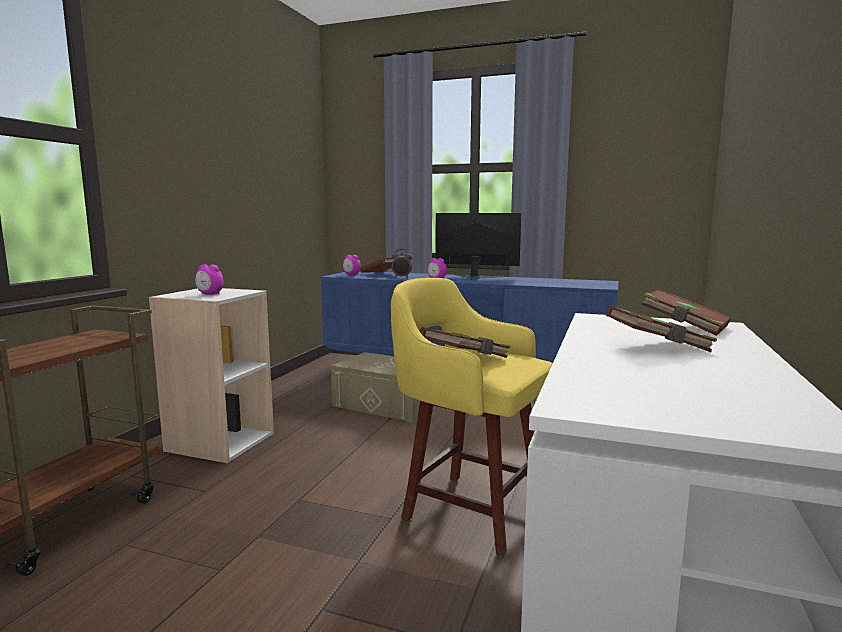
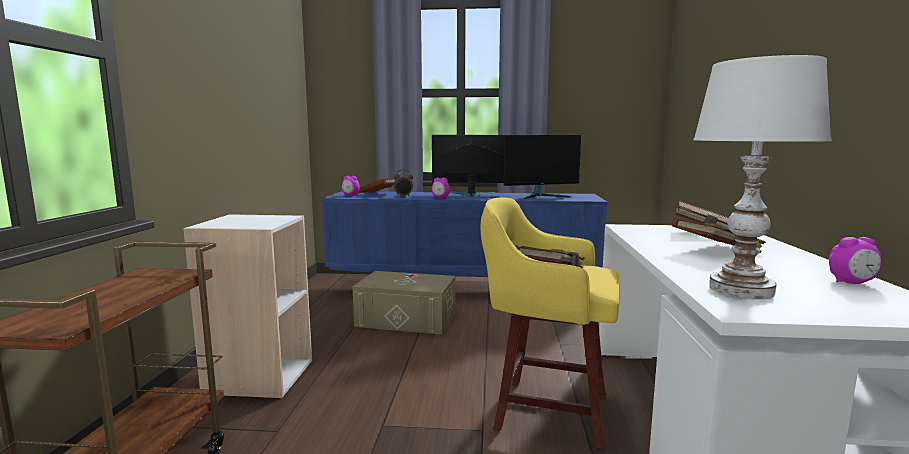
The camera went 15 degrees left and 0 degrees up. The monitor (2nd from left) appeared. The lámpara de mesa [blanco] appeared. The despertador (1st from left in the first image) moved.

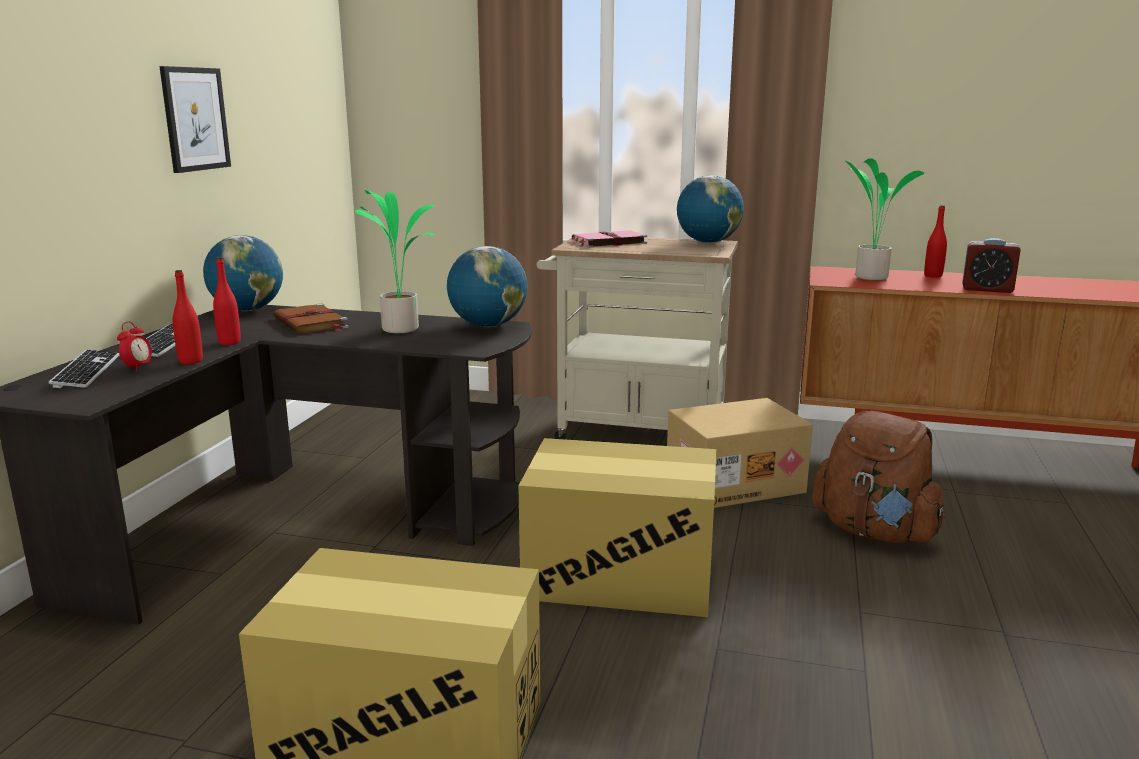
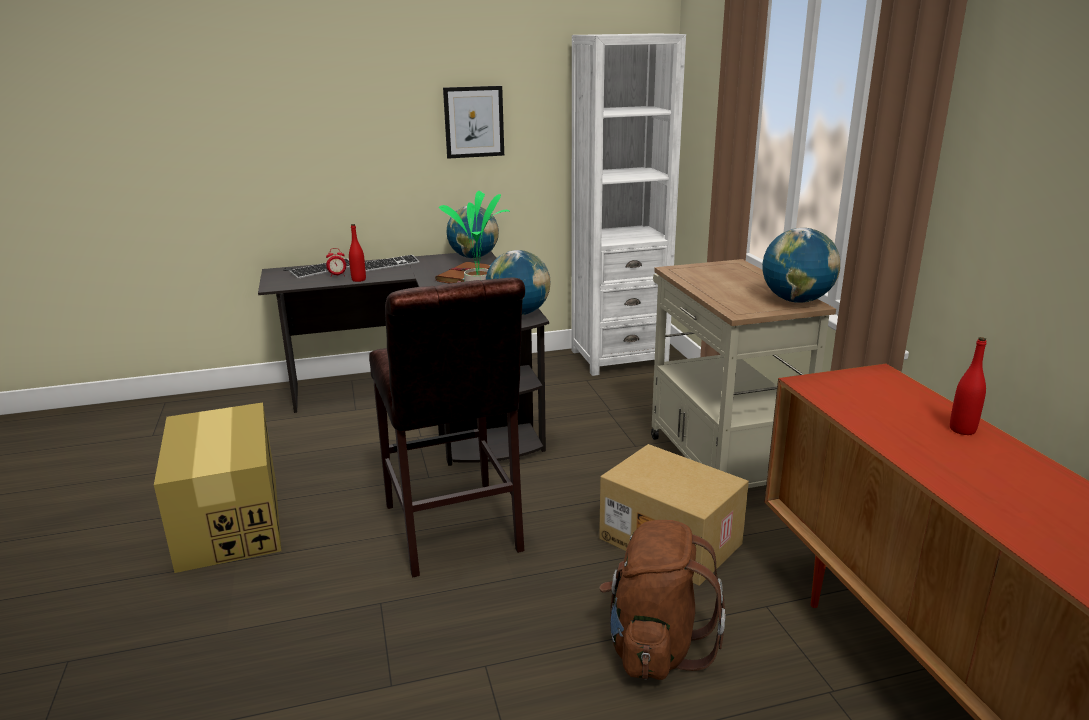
The camera went 60 degrees right and 5 degrees up. The caja de cartón (2nd from left) was replaced by the taburete [marrón]. The estantería [blanco] appeared. The botella [rojo] (2nd from left) disappeared. The libro [rosa] disappeared. The planta en maceta (2nd from left) disappeared. The despertador (2nd from left) disappeared.

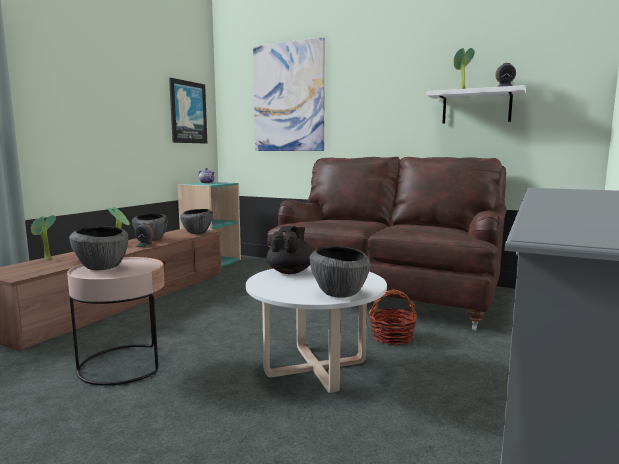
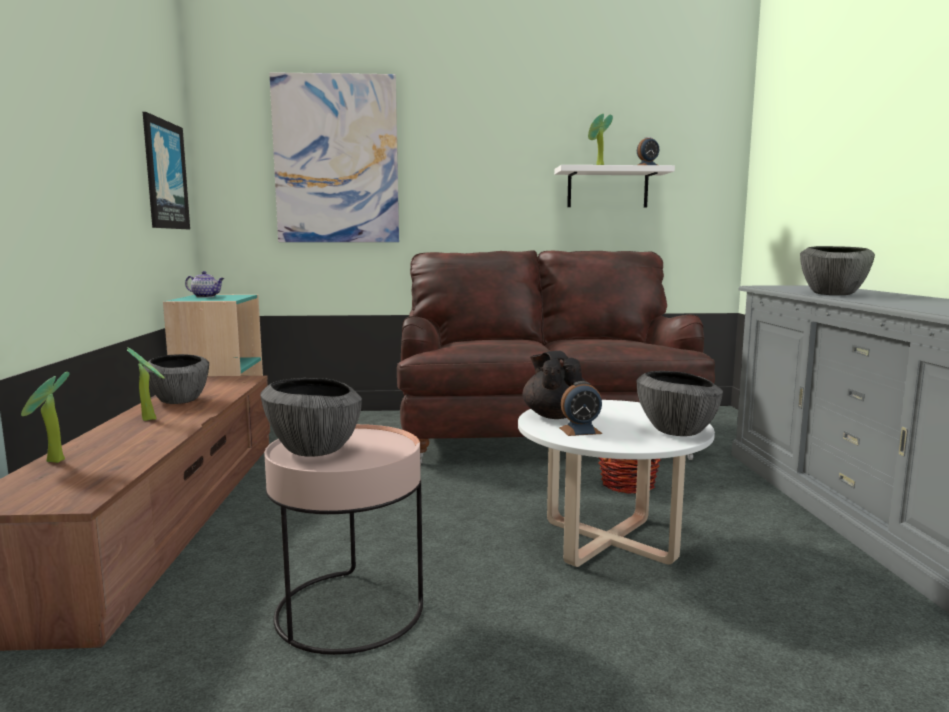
The camera went 30 degrees left and 0 degrees up. The despertador (1st from left) moved. The cuenco (3rd from left in the first image) moved.

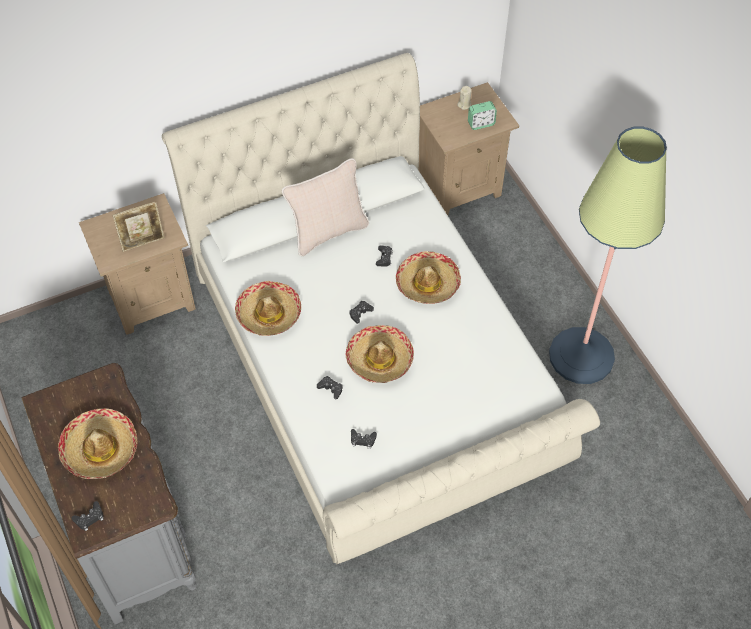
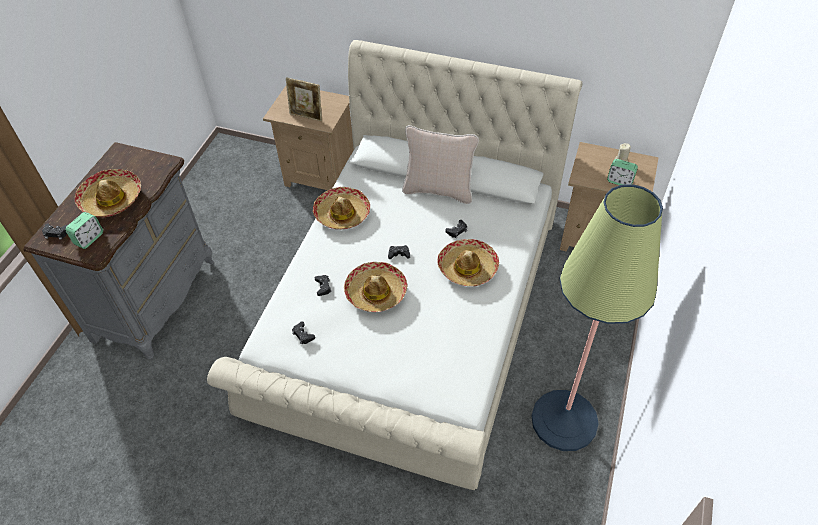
The camera went 45 degrees right and 5 degrees down. The despertador (1st from left) appeared.

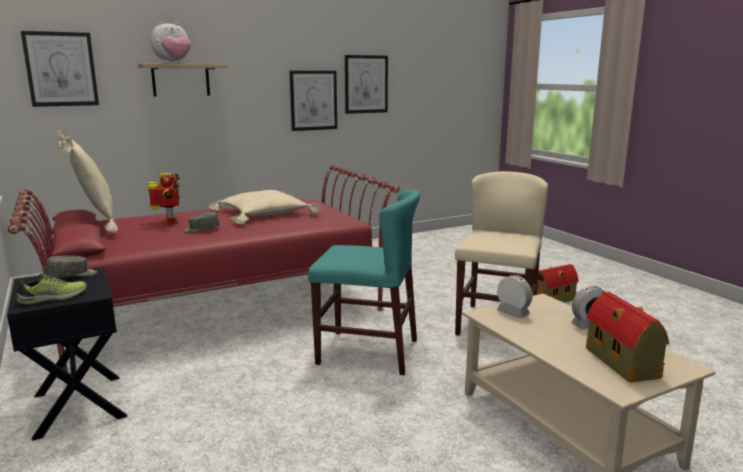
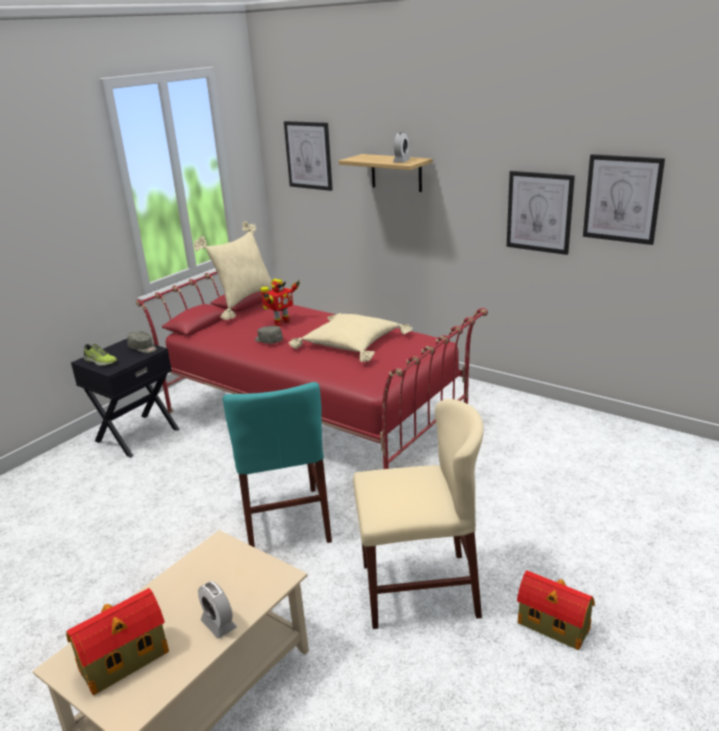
The camera went 65 degrees right and 10 degrees up. The despertador (1st from left in the first image) moved. The peluche disappeared.

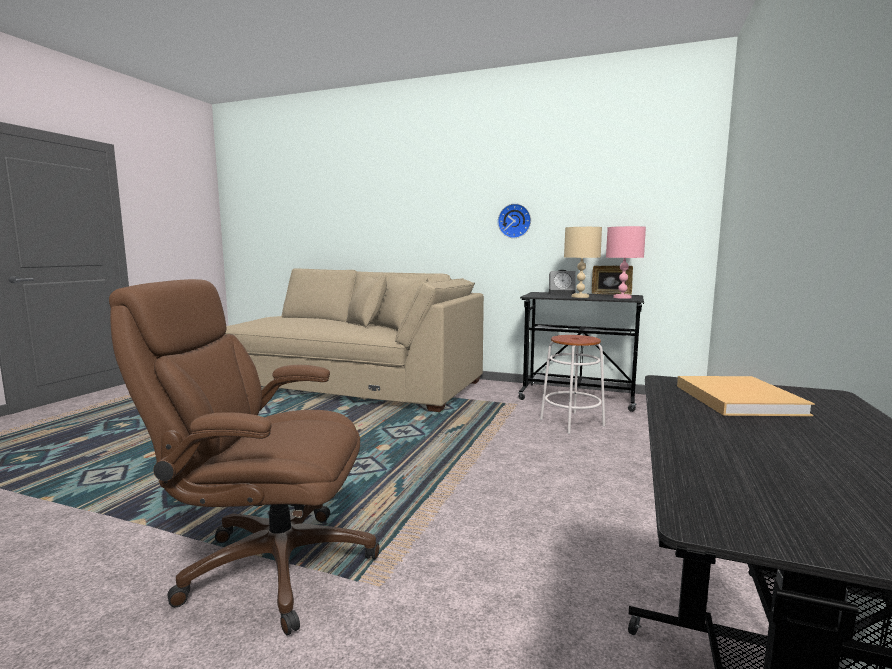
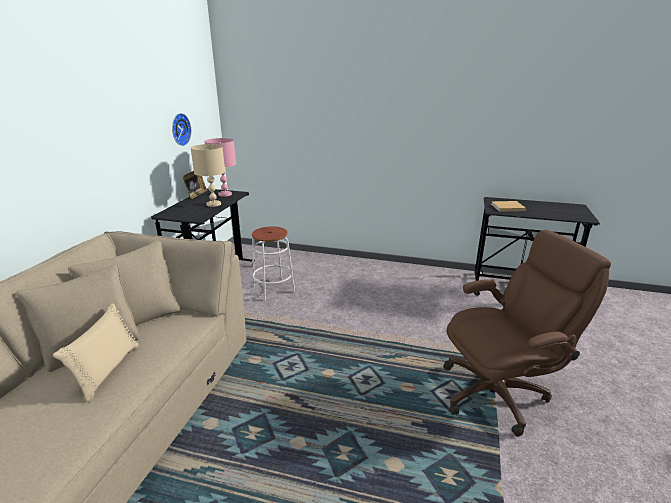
The camera went 95 degrees left and 15 degrees up. The cojín [beis] appeared. The reloj de pared moved. The silla de oficina [marrón] turned 105 degrees counterclockwise. The despertador disappeared.

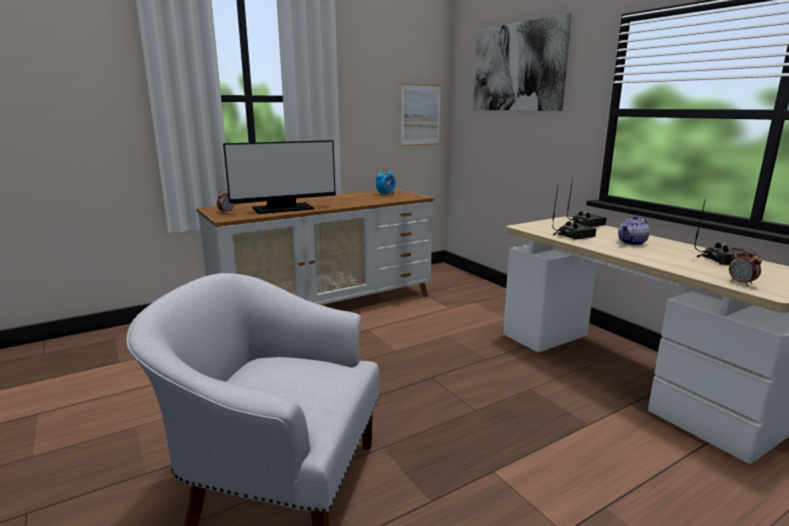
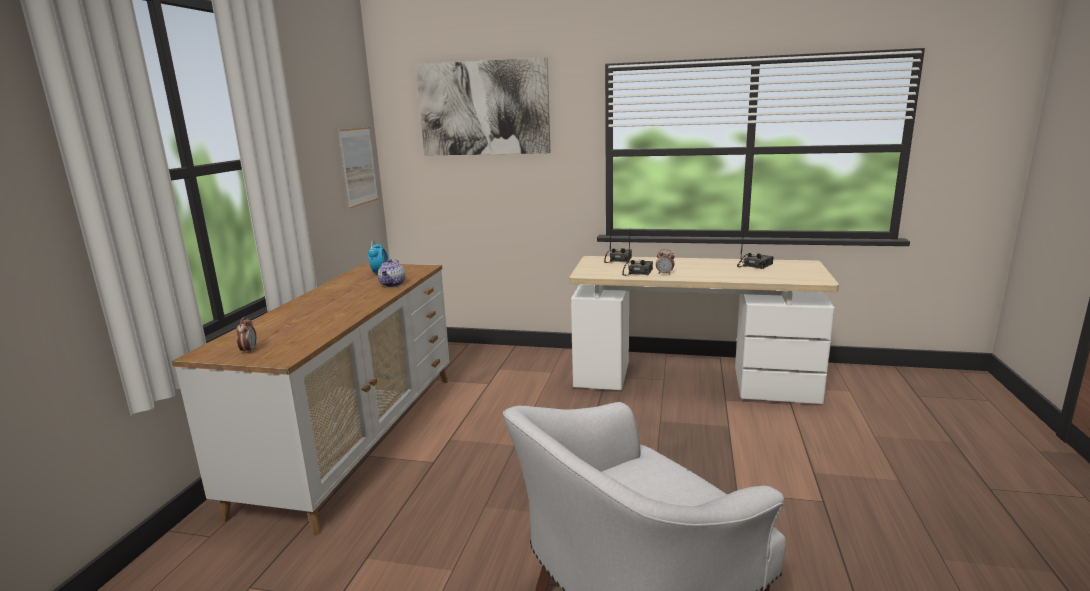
The camera went 45 degrees left and 0 degrees up. The tetera moved. The despertador (3rd from left) moved. The monitor disappeared.

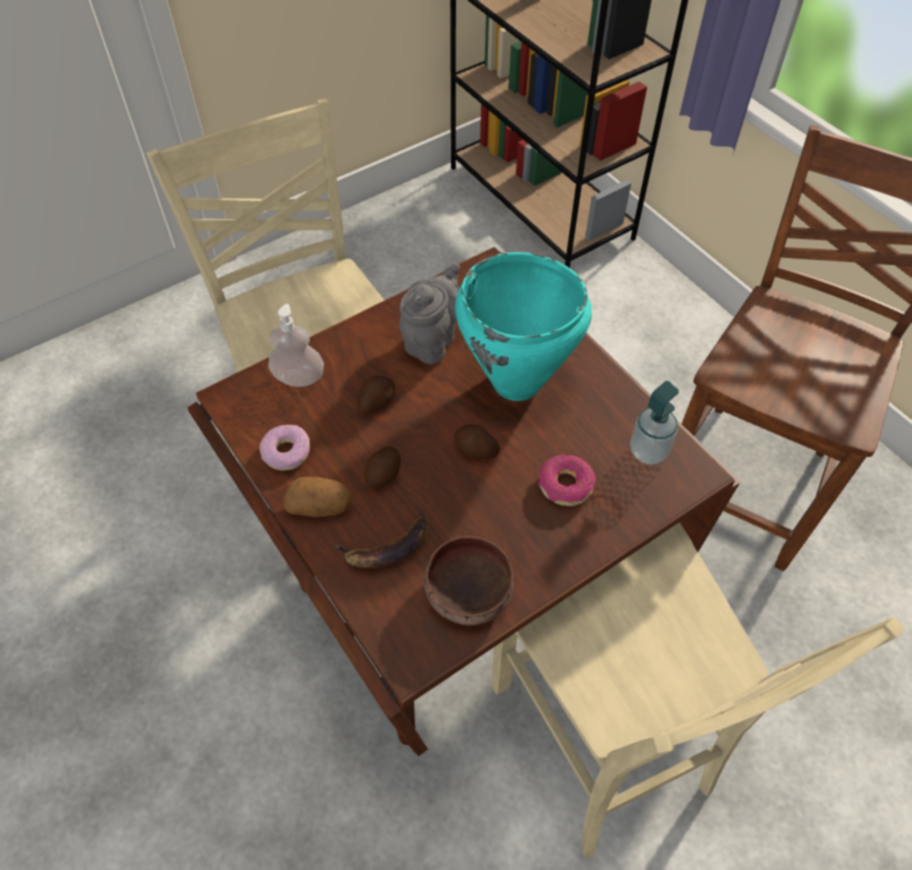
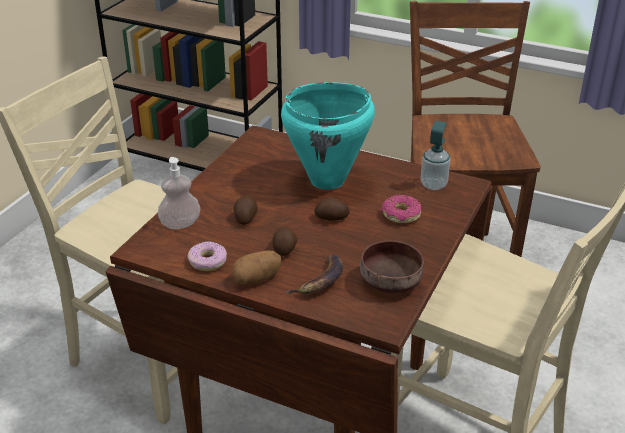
The camera went 30 degrees left and 20 degrees down. The tetera [gris] disappeared.

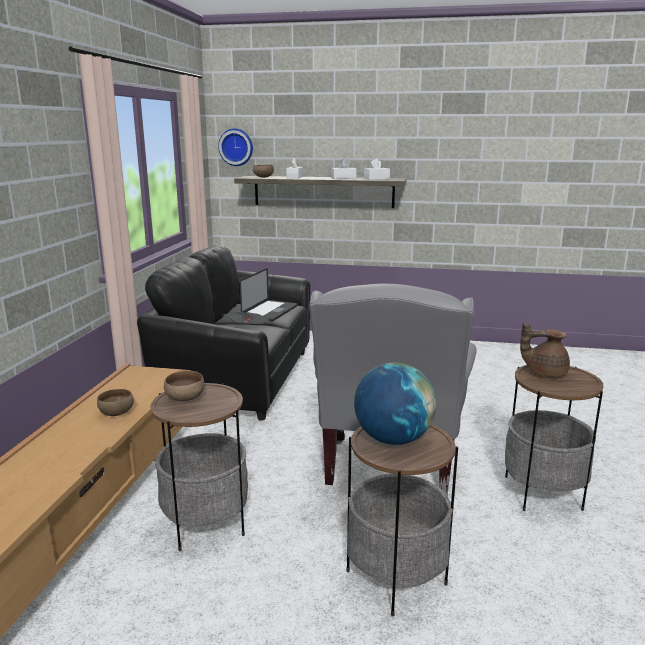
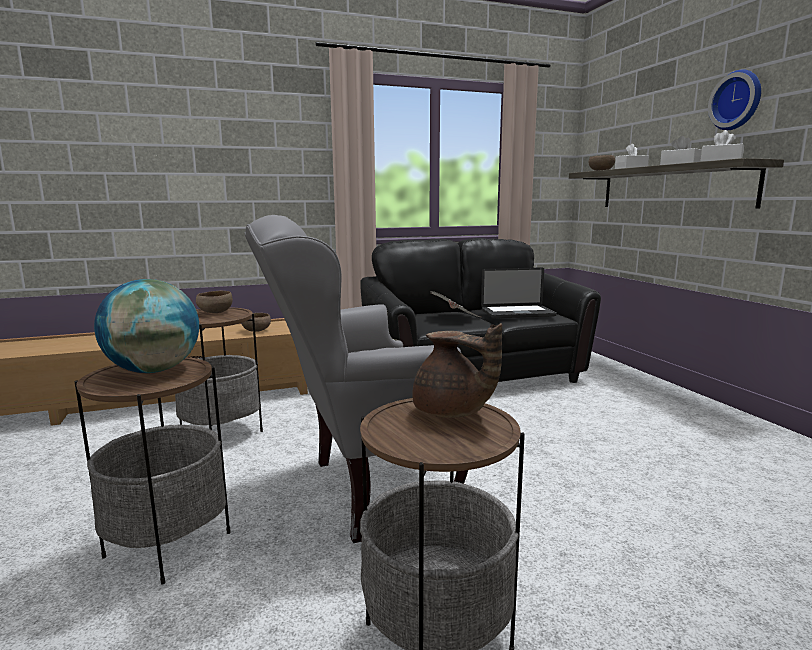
The camera went 60 degrees right and 5 degrees down. The tetera [marrón] turned 150 degrees clockwise. The reloj de pared moved.

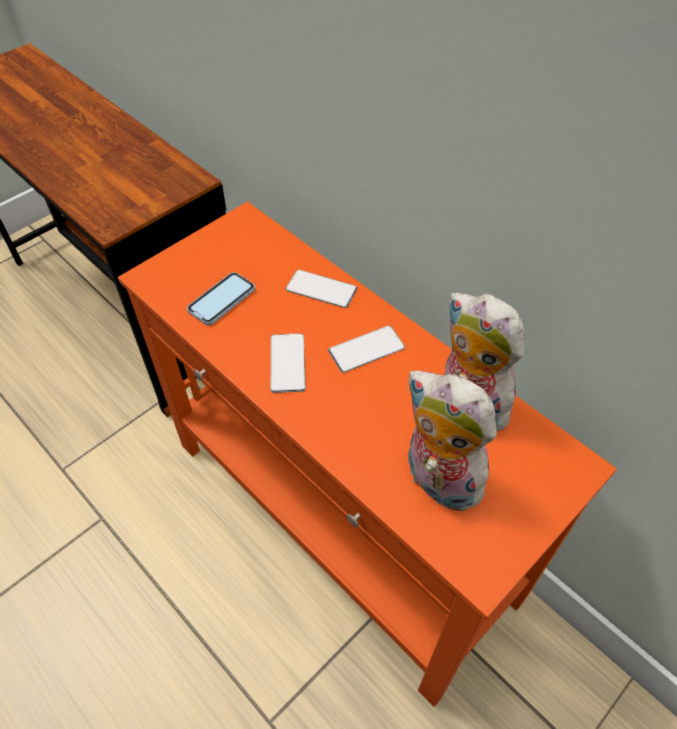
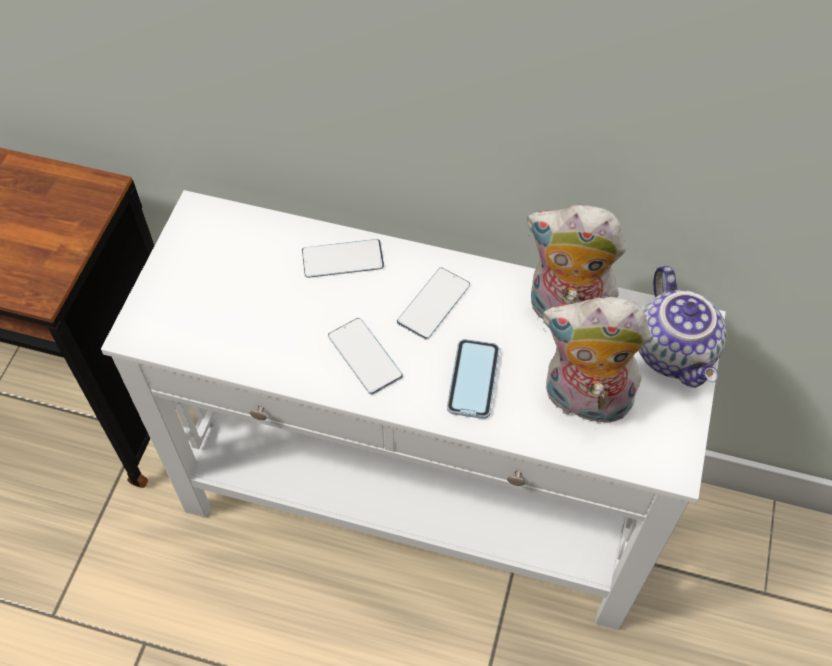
The camera went 30 degrees left and 5 degrees up. The mesa consola [naranja] became the mesa consola [blanco]. The móvil (1st from left in the first image) moved. The tetera appeared.

